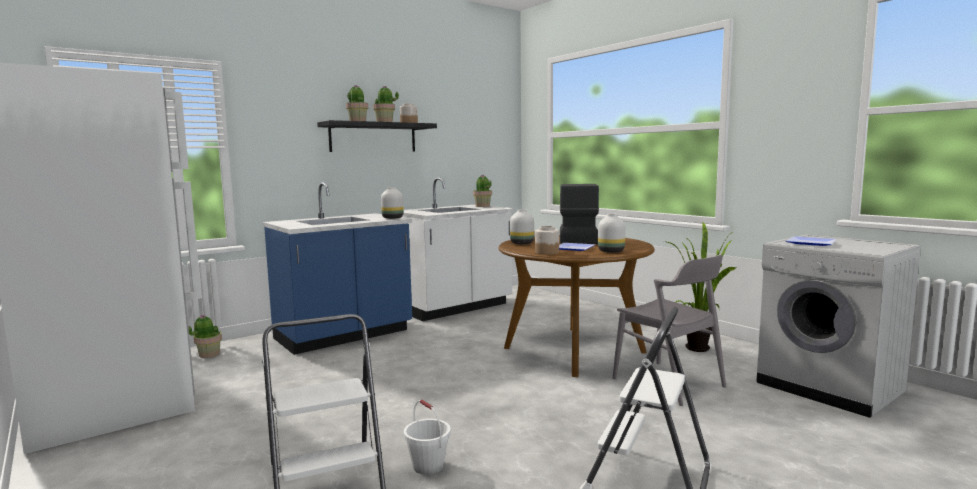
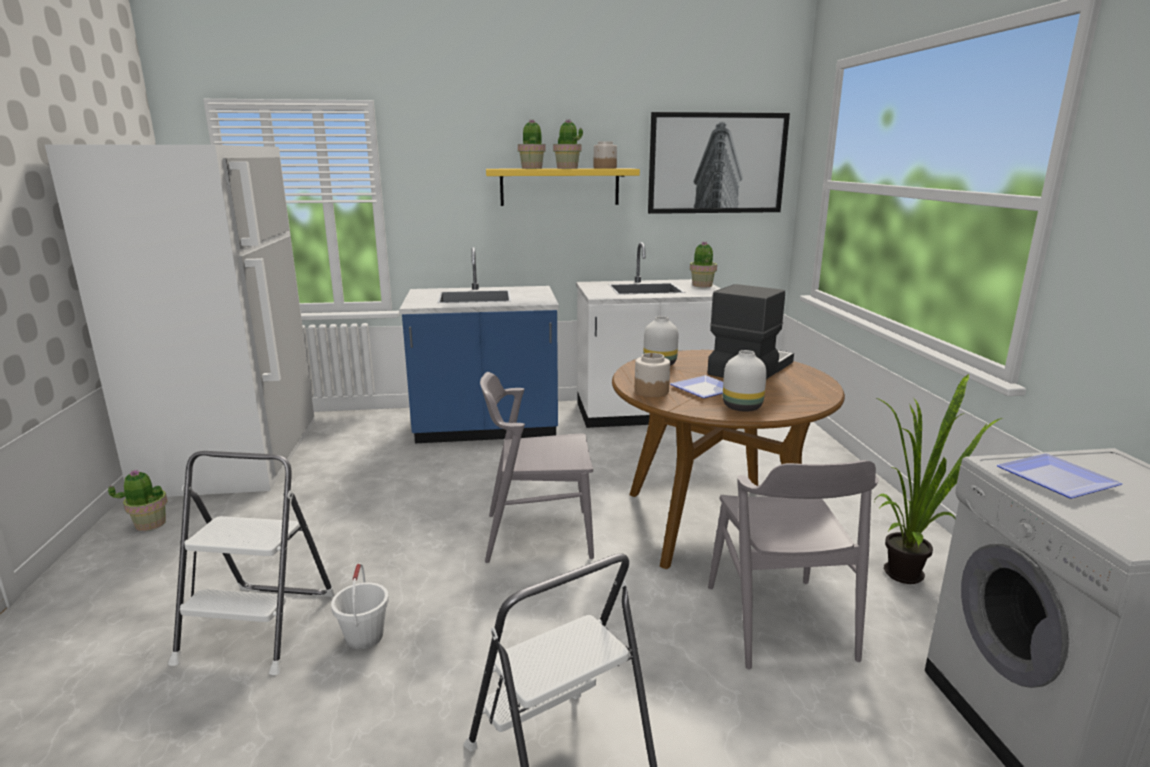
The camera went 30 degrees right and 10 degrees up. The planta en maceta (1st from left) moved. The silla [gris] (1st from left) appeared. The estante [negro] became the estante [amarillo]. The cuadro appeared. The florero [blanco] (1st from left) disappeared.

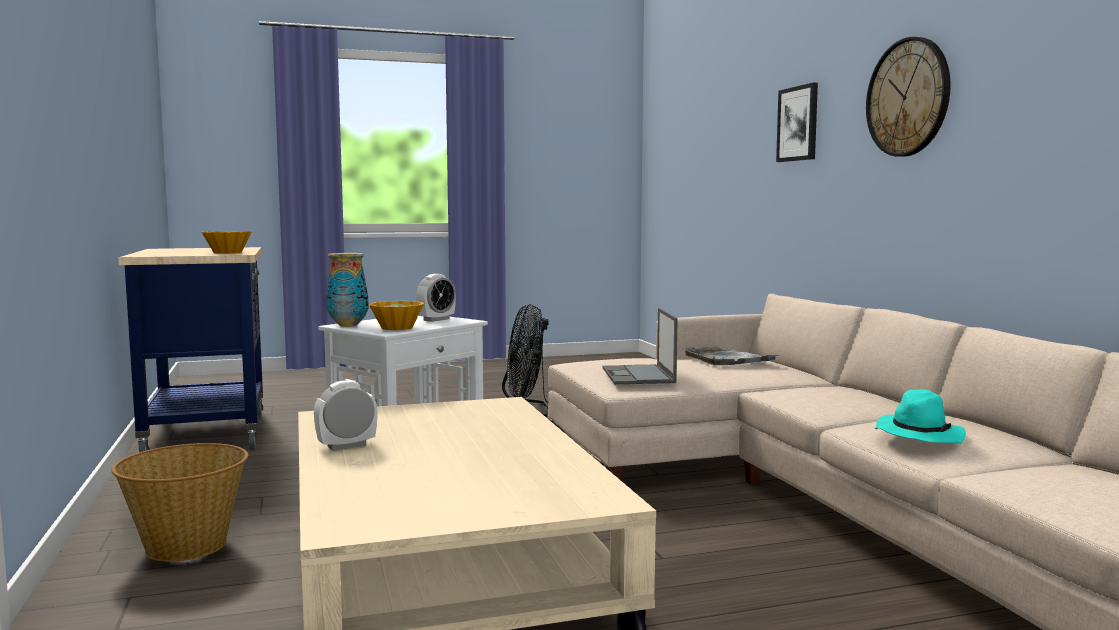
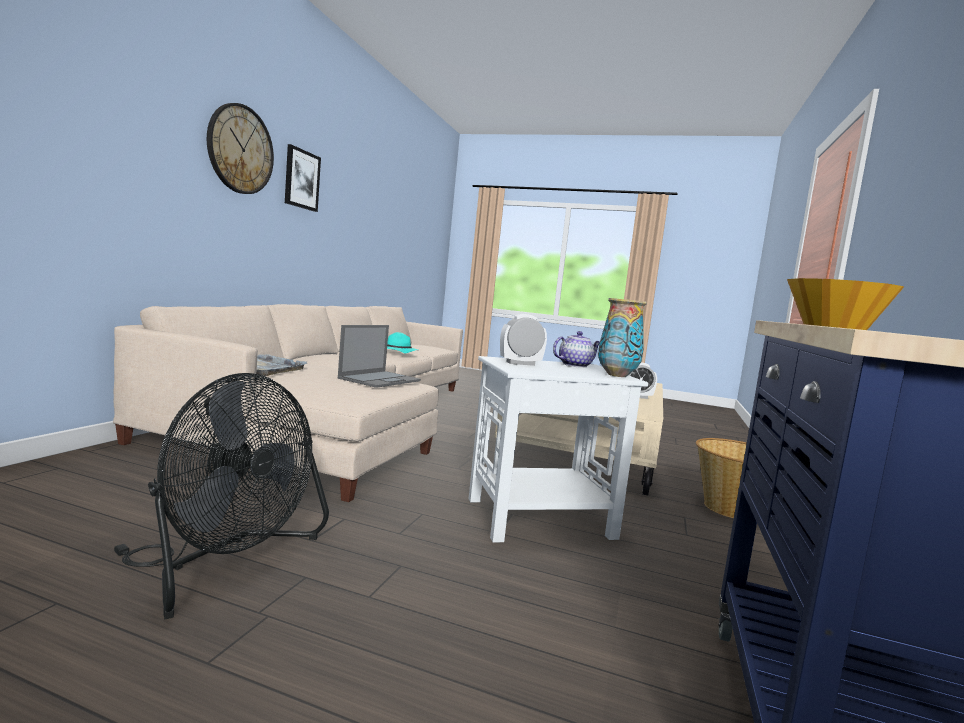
The camera went 145 degrees left and 0 degrees up. The cuadro moved. The cuenco (2nd from left) was replaced by the tetera.

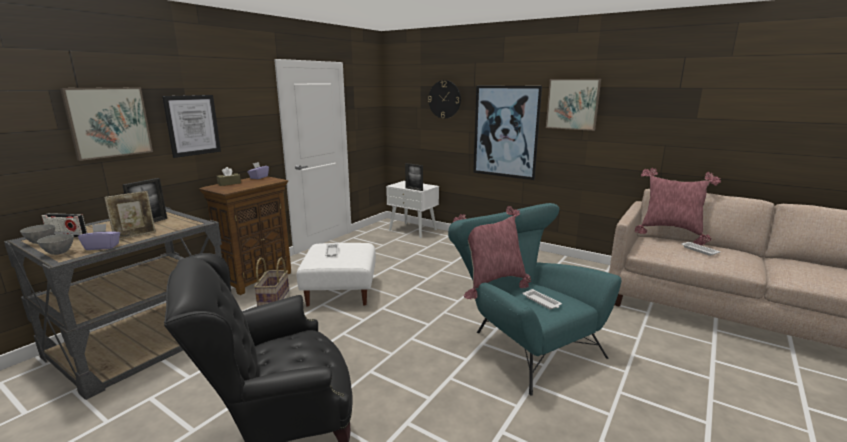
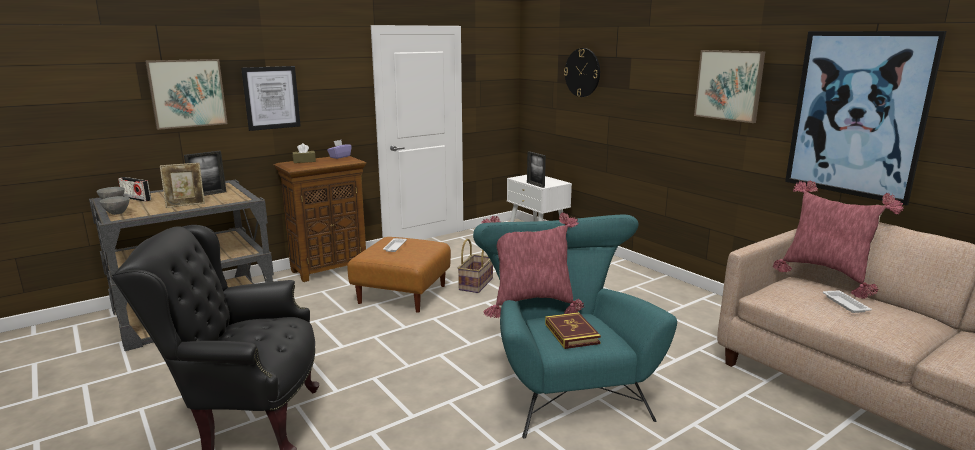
The camera went 20 degrees right and 0 degrees up. The puf [blanco] became the puf [marrón]. The cesta moved. The bandeja [blanco] (2nd from left) was replaced by the libro. The cuadro (3rd from left in the first image) moved. The caja de pañuelos [morado] (1st from left) disappeared.

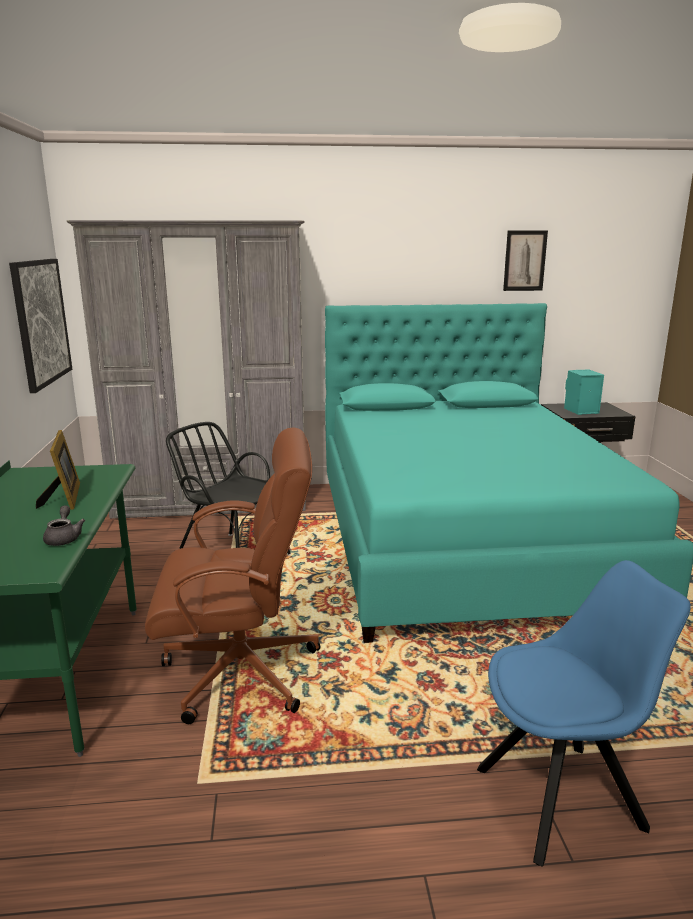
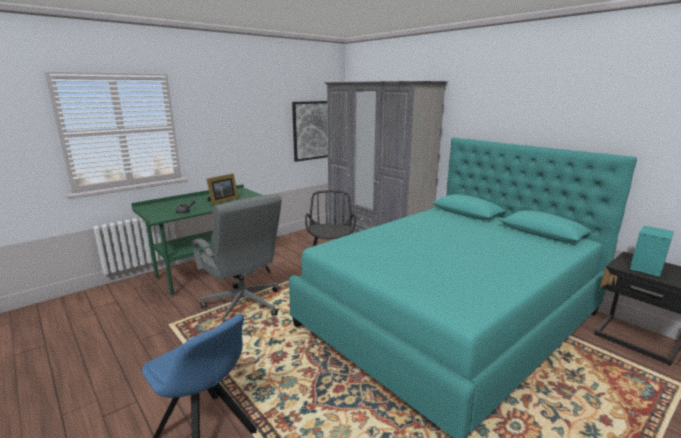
The camera went 55 degrees right and 0 degrees up. The silla de oficina [marrón] became the silla de oficina [gris]. The cuadro (2nd from left) disappeared.

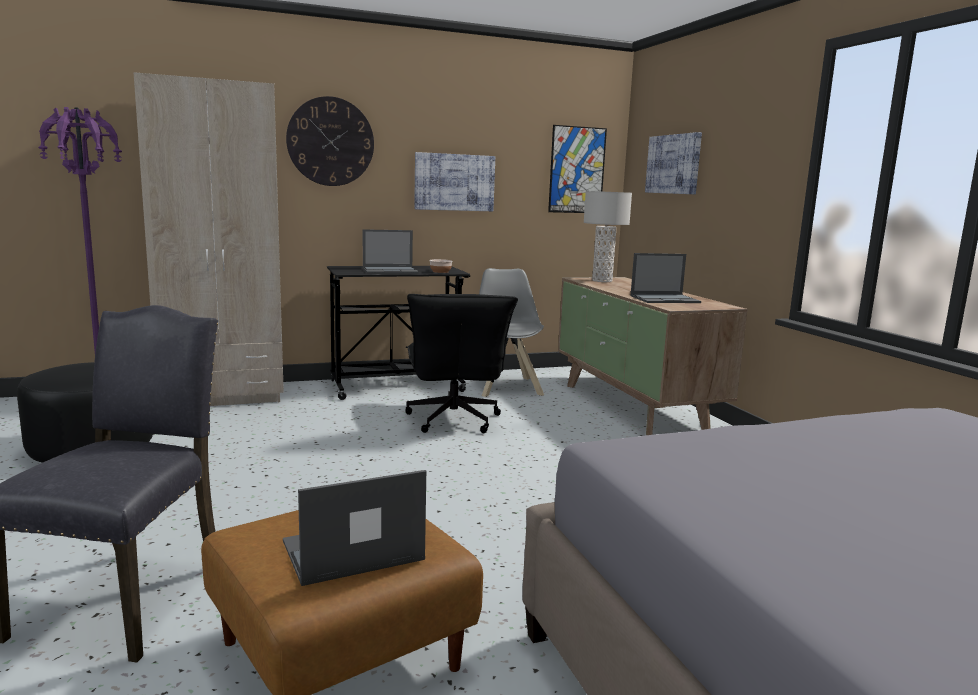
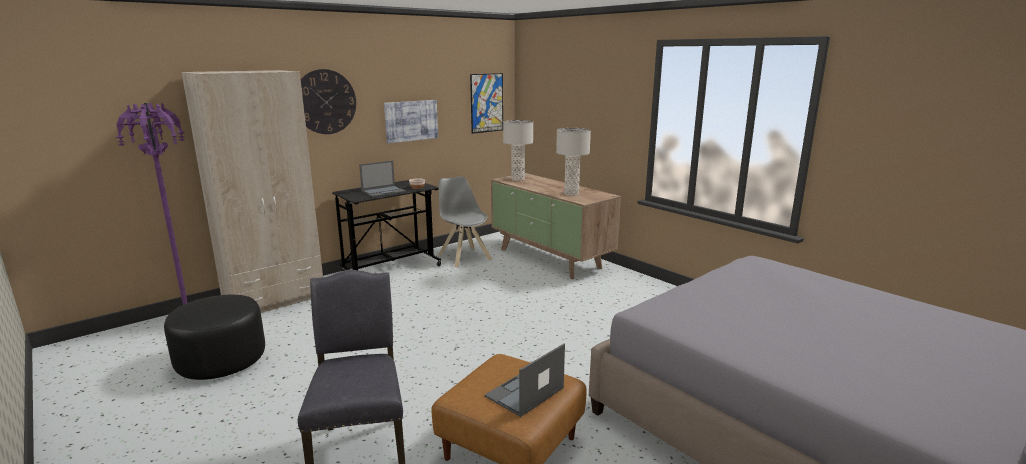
The camera went 20 degrees left and 5 degrees up. The portátil (3rd from left) was replaced by the lámpara de mesa [blanco] (2nd from left). The silla de oficina [negro] disappeared. The cuadro (3rd from left) disappeared.

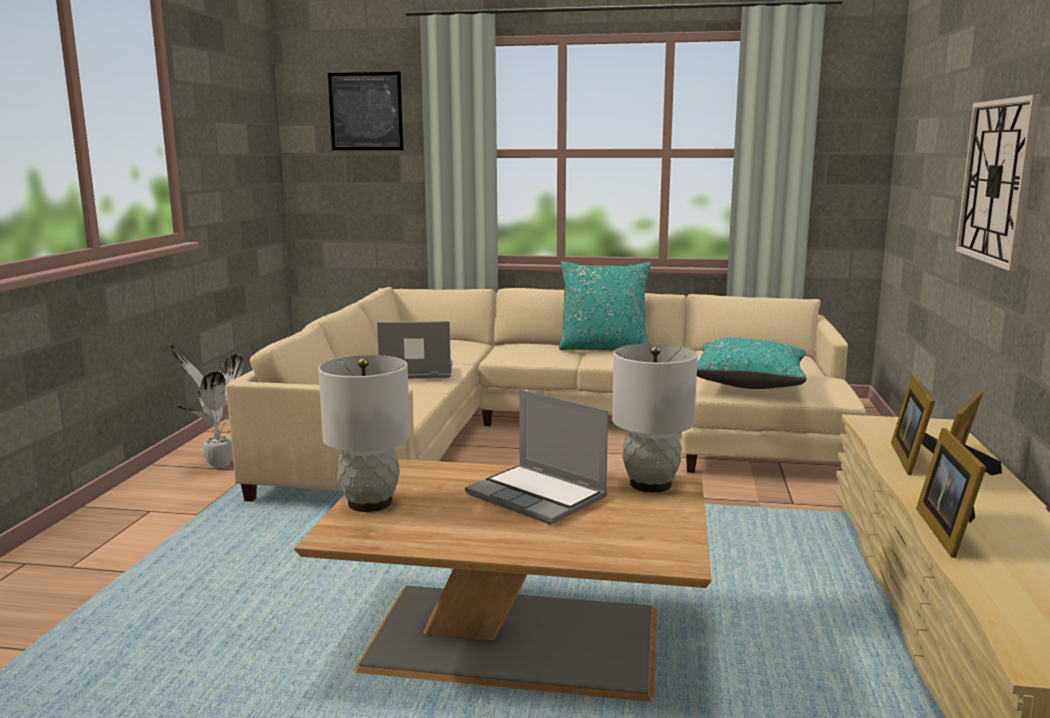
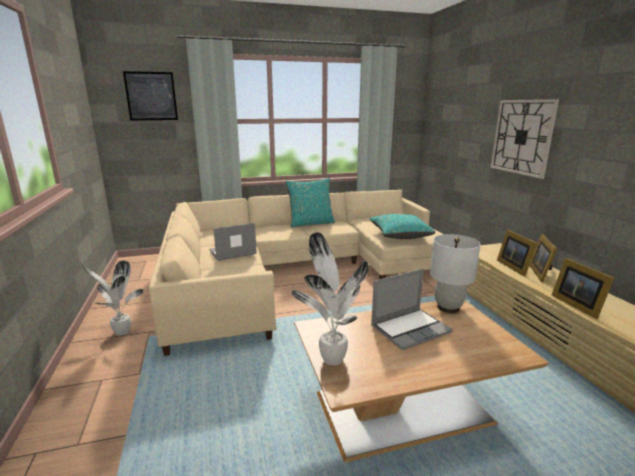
The camera went 25 degrees left and 5 degrees up. The lámpara de mesa [blanco] (1st from left) was replaced by the planta en maceta (2nd from left). The portátil (2nd from left) turned 45 degrees counterclockwise.

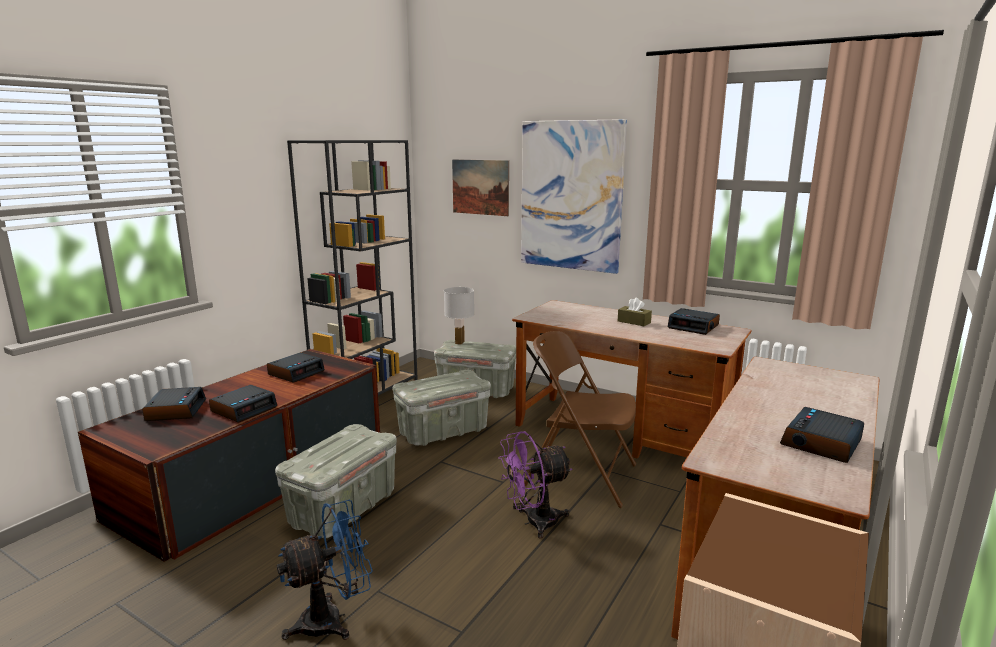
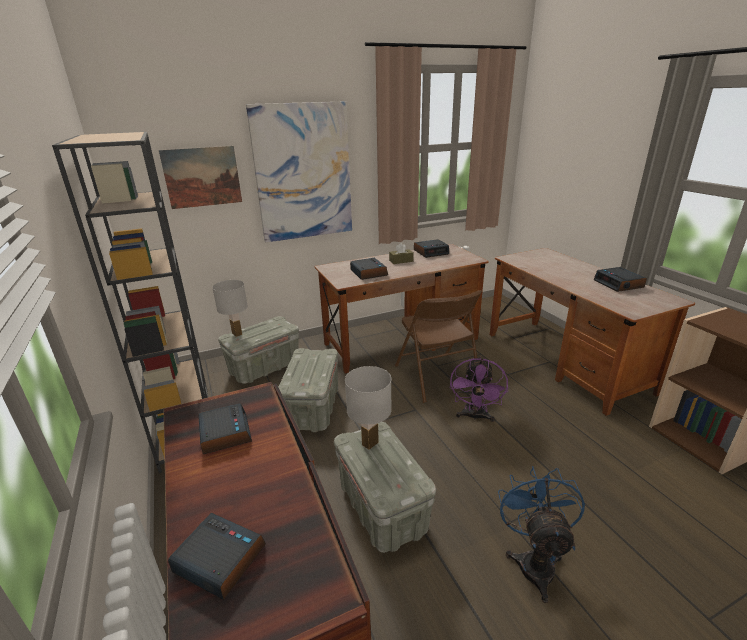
The camera went 55 degrees left and 10 degrees up. The lámpara de mesa [blanco] (2nd from left) appeared. The despertador (2nd from left in the first image) moved. The silla [marrón] turned 75 degrees counterclockwise.

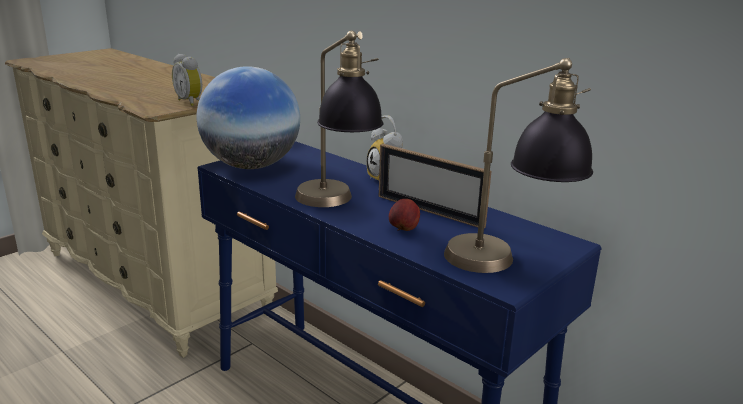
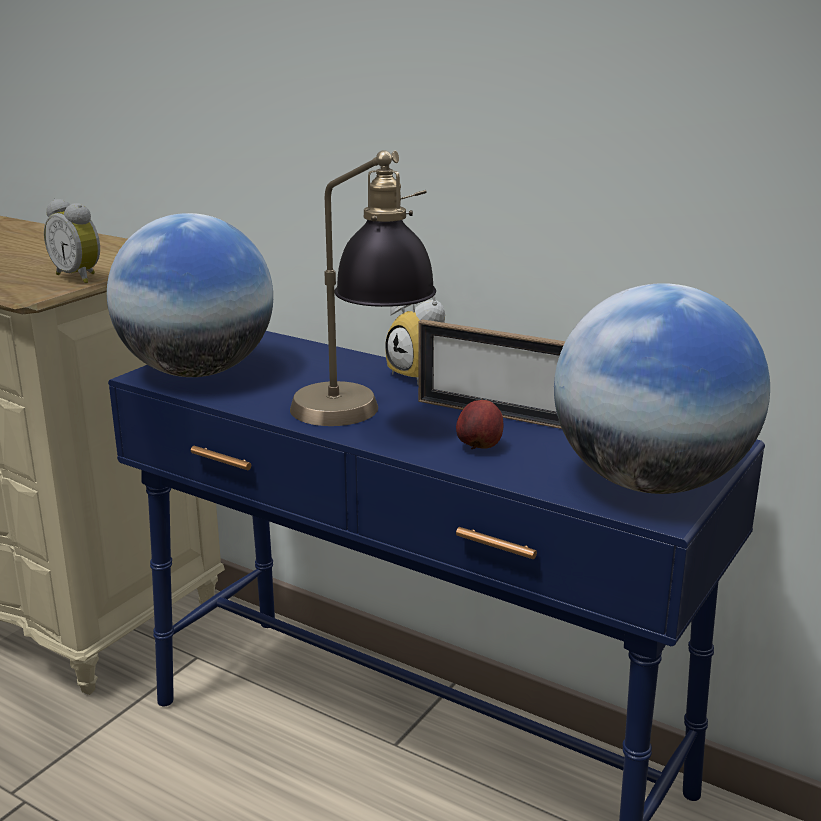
The camera went 10 degrees left and 0 degrees up. The lámpara de mesa (2nd from left) was replaced by the globo terráqueo (2nd from left).

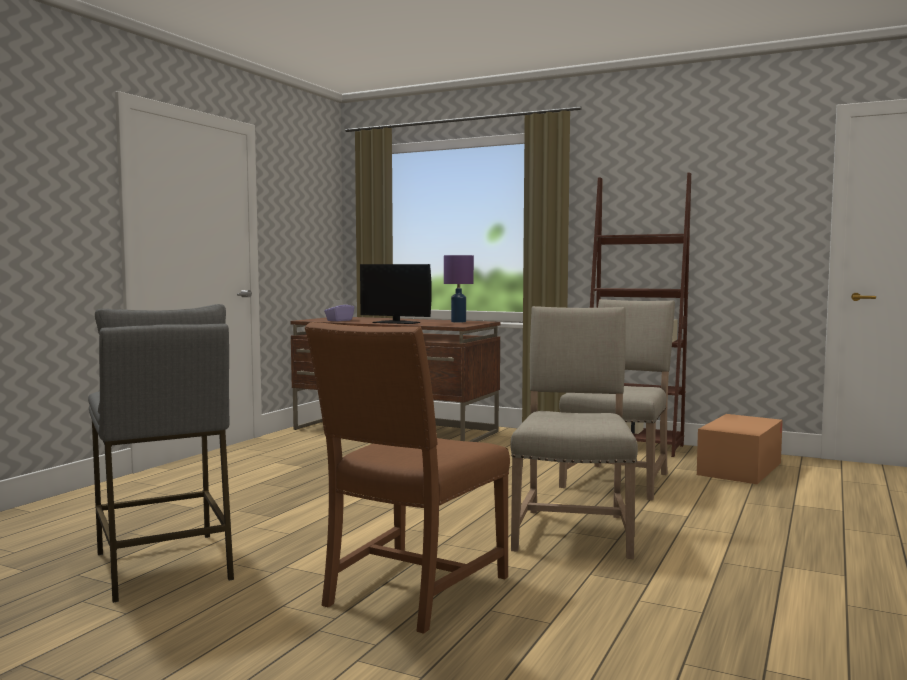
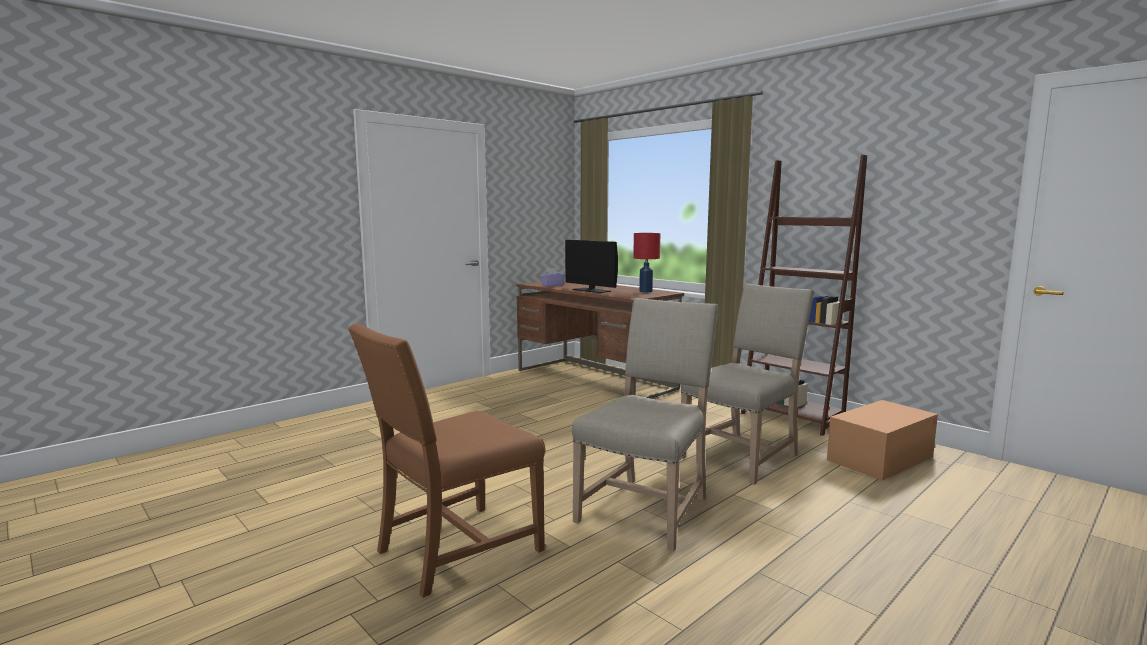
The camera went 20 degrees right and 5 degrees up. The lámpara de mesa [morado] became the lámpara de mesa [rojo]. The taburete [gris] disappeared.

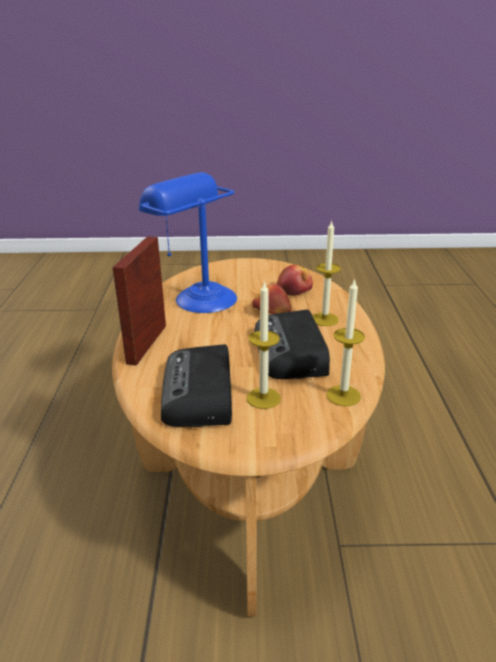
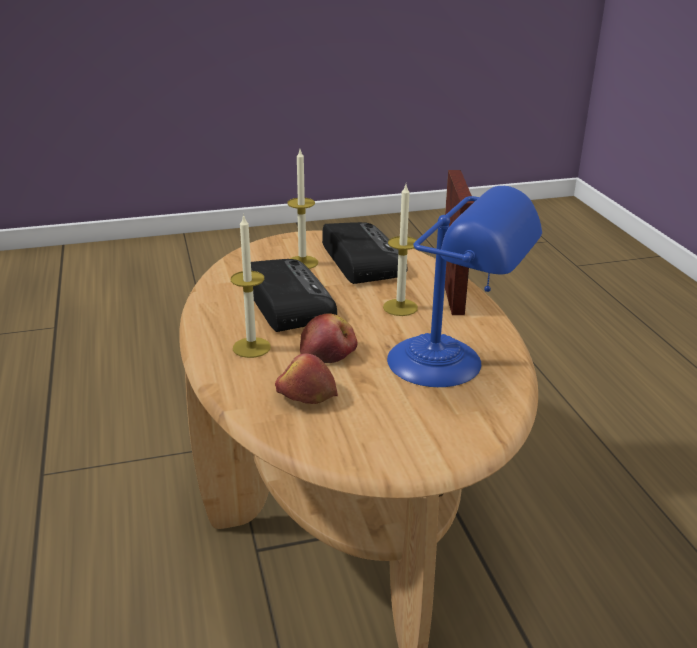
The camera went 165 degrees right and 0 degrees up. The vela (3rd from left) moved.

